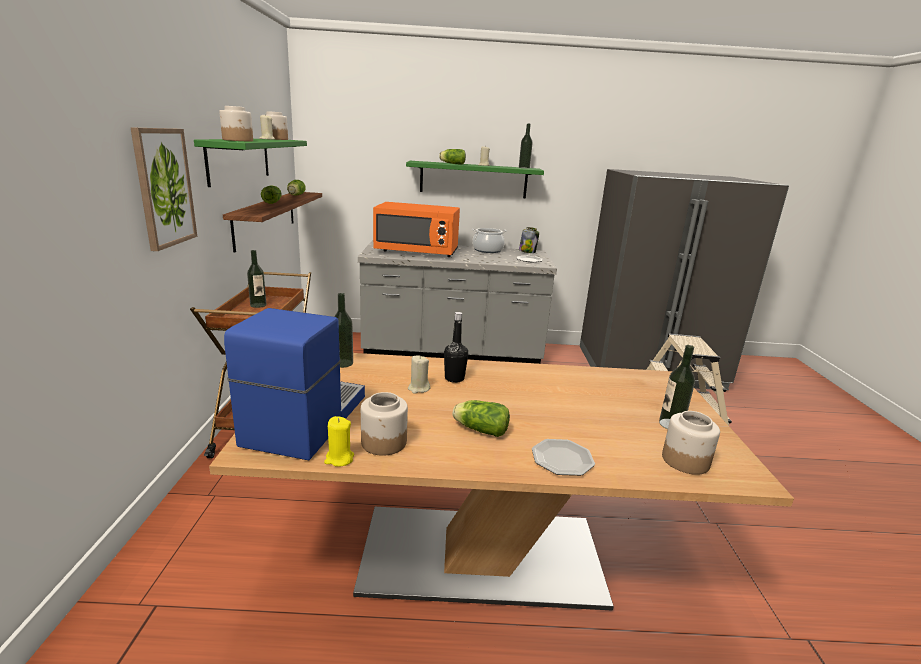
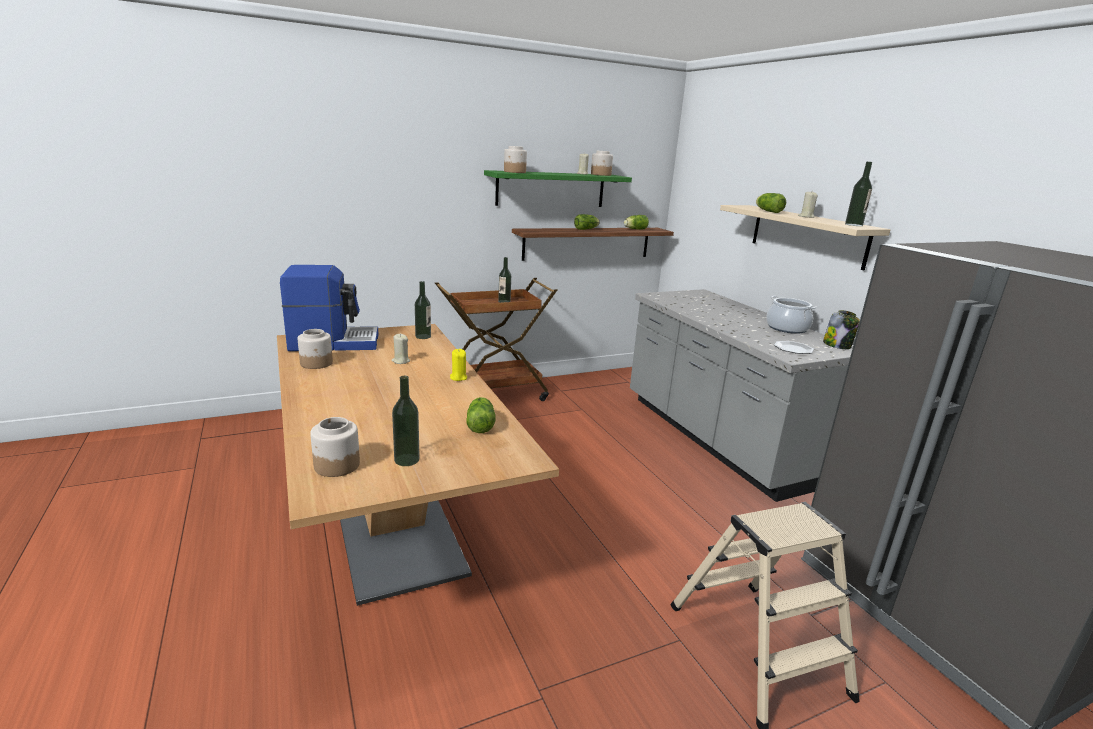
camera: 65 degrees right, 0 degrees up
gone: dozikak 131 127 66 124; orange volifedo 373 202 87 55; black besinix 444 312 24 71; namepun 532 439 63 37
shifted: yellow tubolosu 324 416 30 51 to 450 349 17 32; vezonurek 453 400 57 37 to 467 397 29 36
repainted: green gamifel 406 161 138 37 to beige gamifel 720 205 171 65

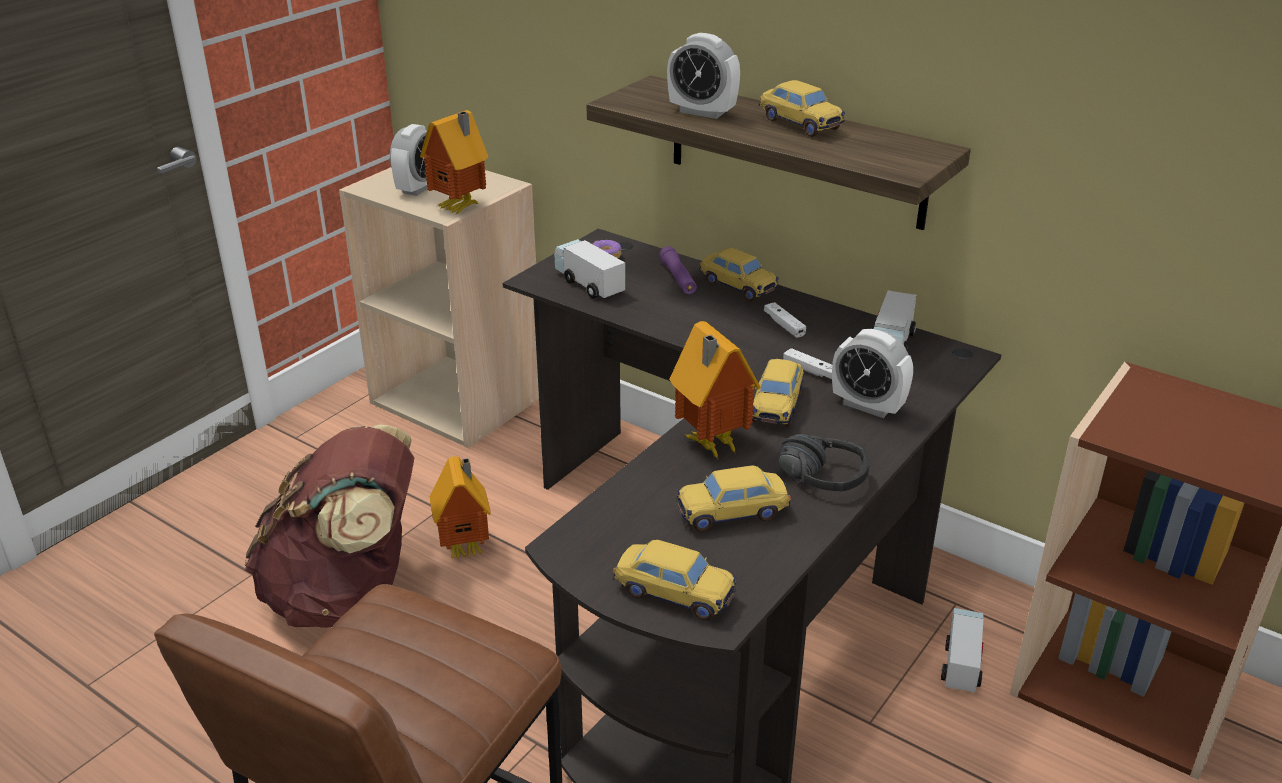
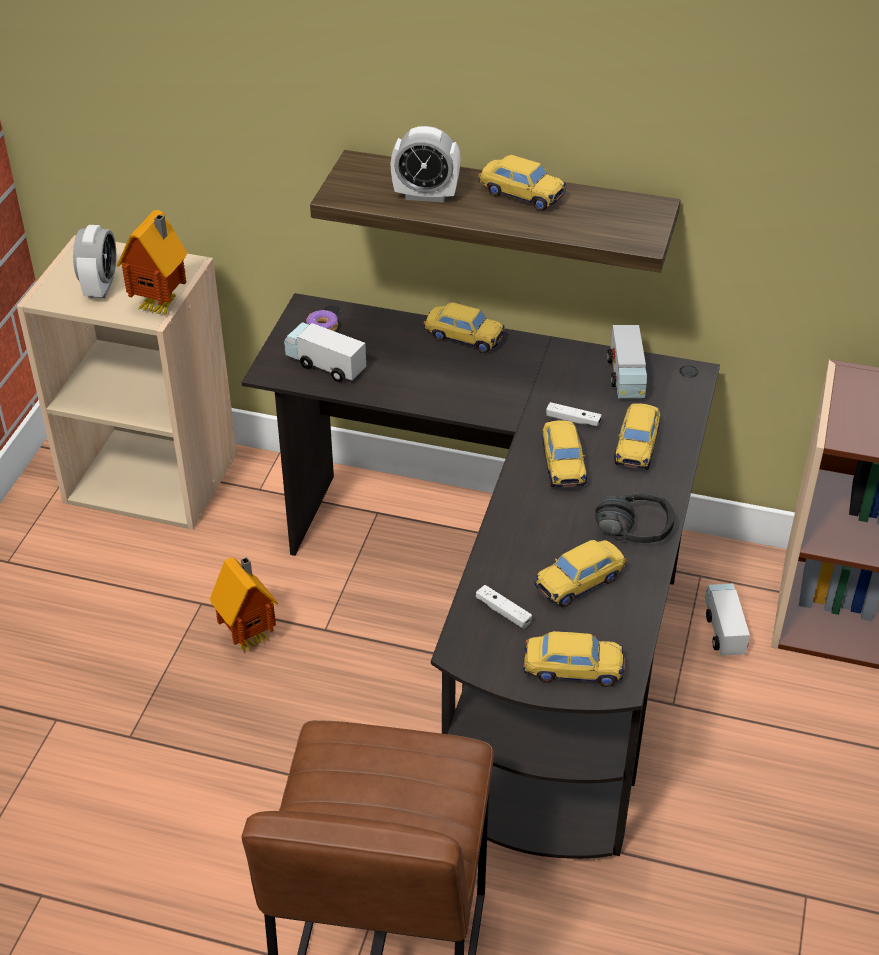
camera: 20 degrees left, 10 degrees up
gone: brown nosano 245 425 169 203; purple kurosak 659 246 38 48; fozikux 669 321 92 138
shifted: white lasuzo 764 302 42 36 to 476 585 56 44
swapped: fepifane 832 329 81 89 to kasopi 614 403 46 67

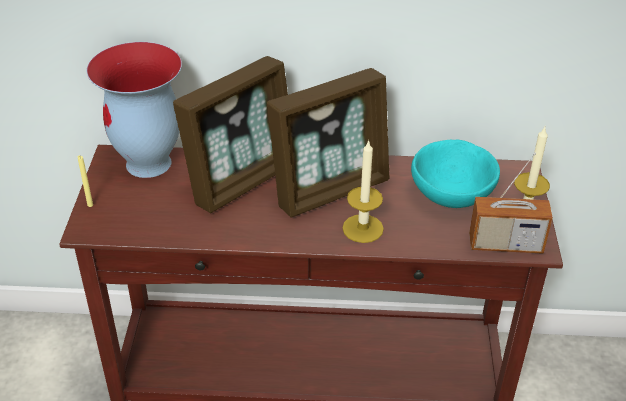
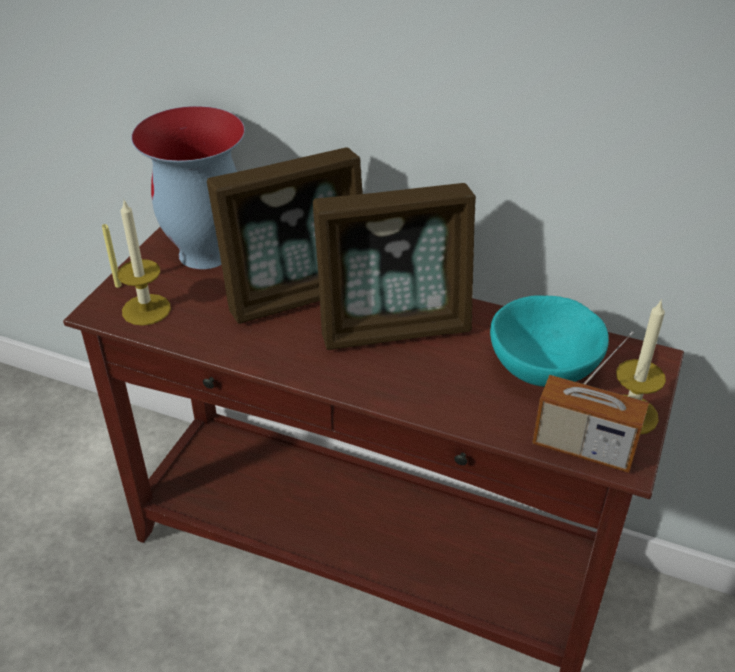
camera: 20 degrees right, 0 degrees up
shifted: tubolosu 342 140 42 103 to 117 200 54 126

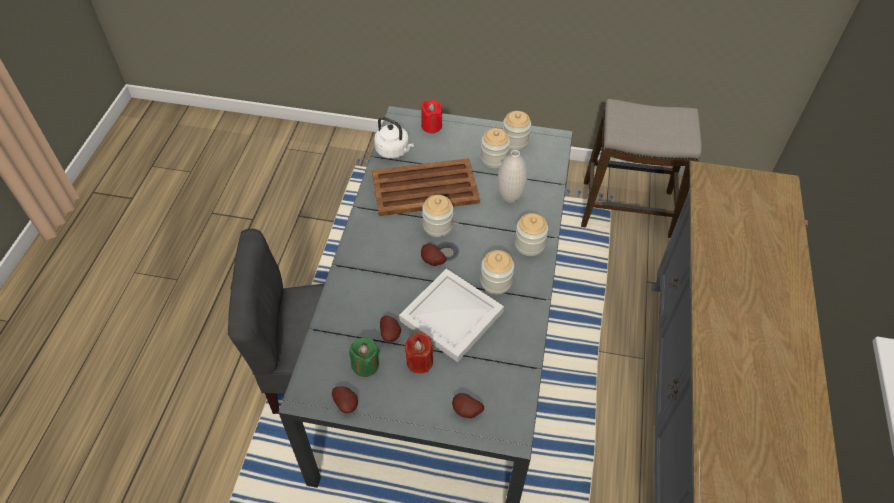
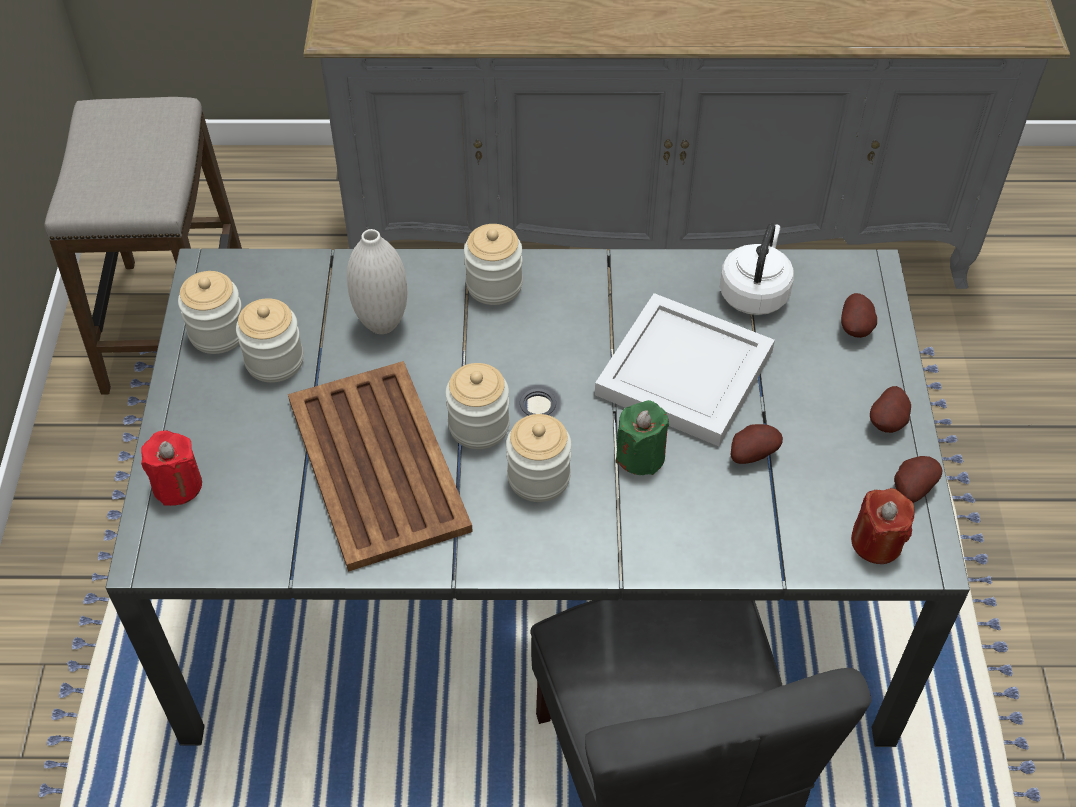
camera: 100 degrees left, 0 degrees up
shifted: green tubolosu 349 337 31 40 to 616 400 53 75; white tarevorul 374 117 40 42 to 720 223 74 92; red tubolosu 405 332 28 42 to 851 488 64 76; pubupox 421 244 25 22 to 870 386 41 47; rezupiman 480 250 34 44 to 506 414 66 88

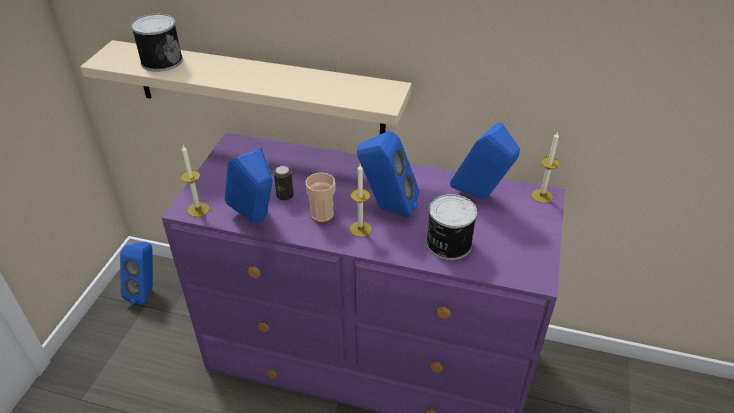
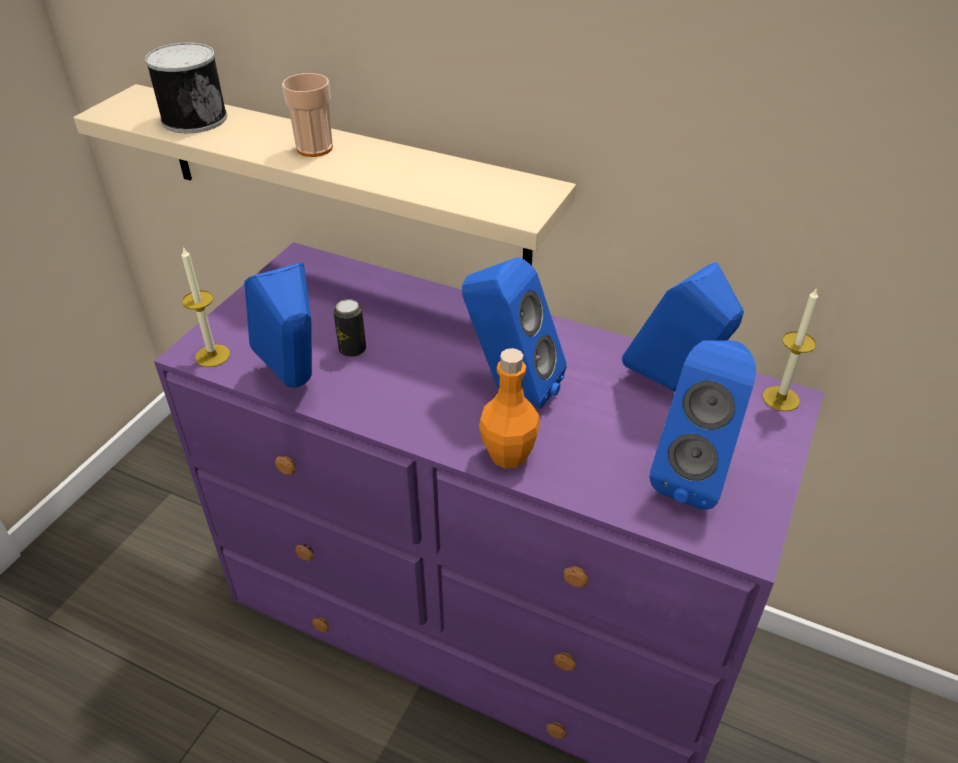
camera: 10 degrees right, 0 degrees up
gone: tubolosu 350 164 22 73; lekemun 426 194 51 66
new: orange besinix 479 348 61 120
shifted: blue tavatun 120 242 33 64 to 649 340 107 170; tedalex 306 173 29 50 to 282 73 51 84

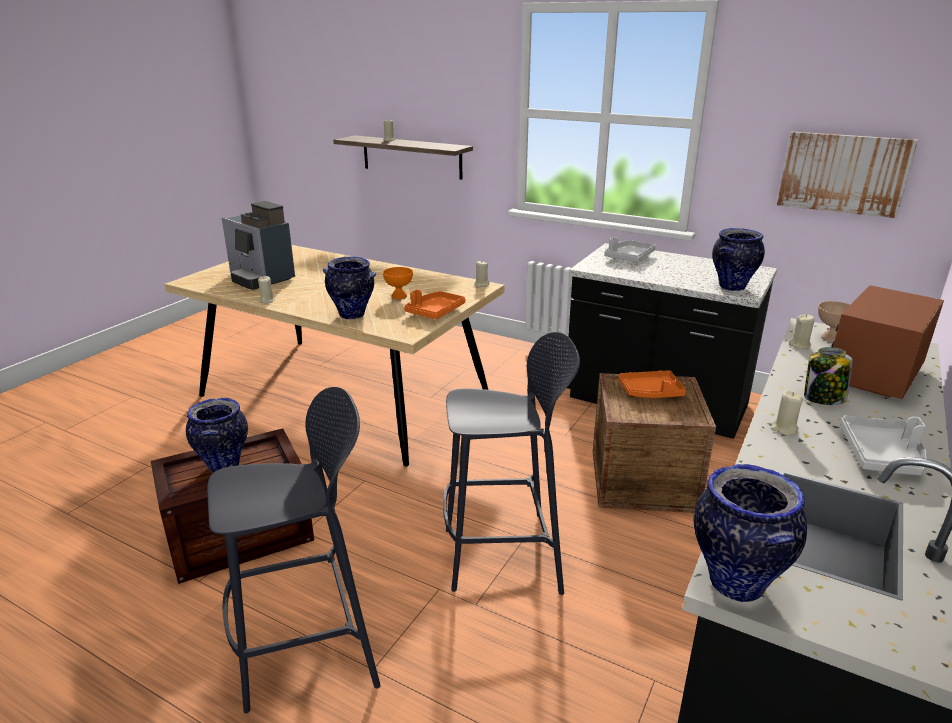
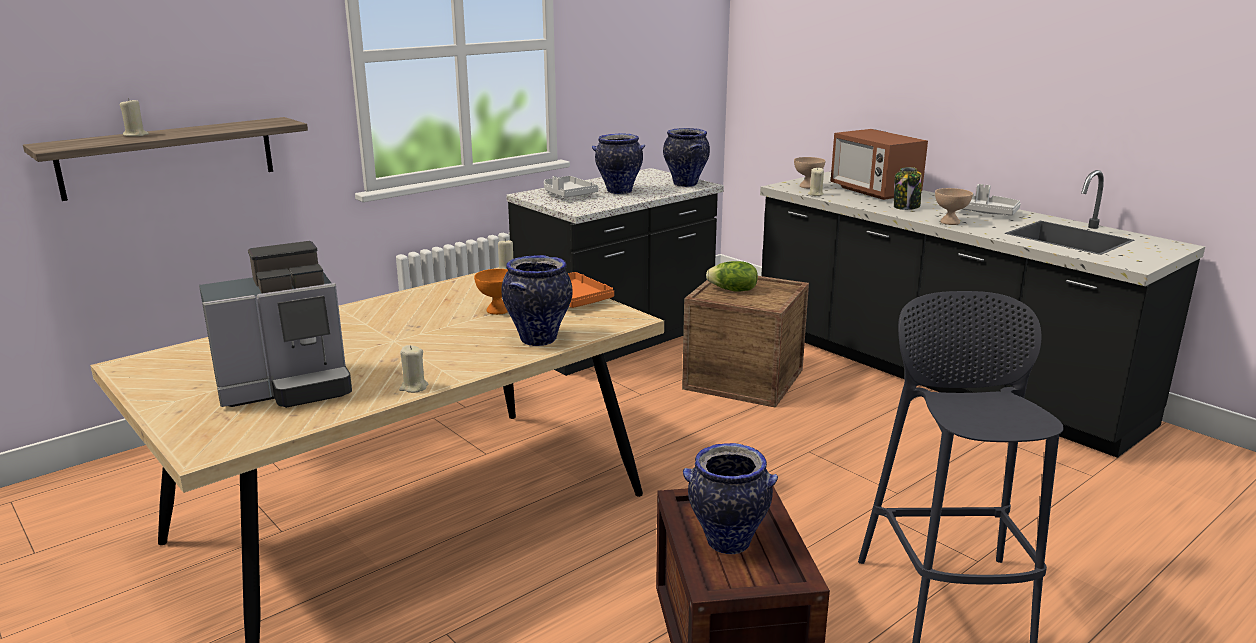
camera: 70 degrees left, 5 degrees down
gone: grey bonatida 443 332 137 263; dozikak 777 132 141 86
shifted: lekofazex 694 464 113 138 to 592 133 53 61
swapped: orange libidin 619 370 67 28 to vezonurek 706 261 52 31; beige tubolosu 771 390 33 46 to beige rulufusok 935 188 38 37

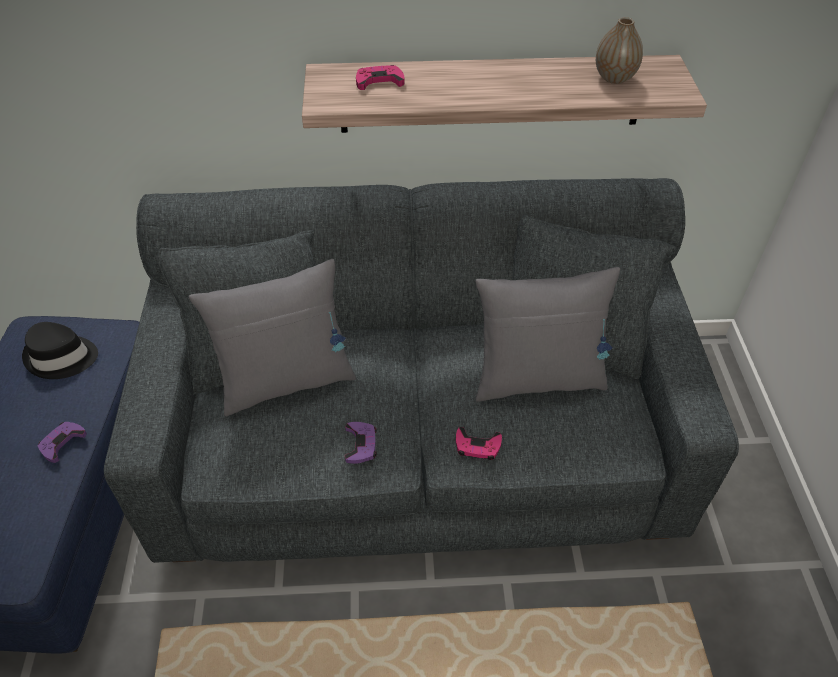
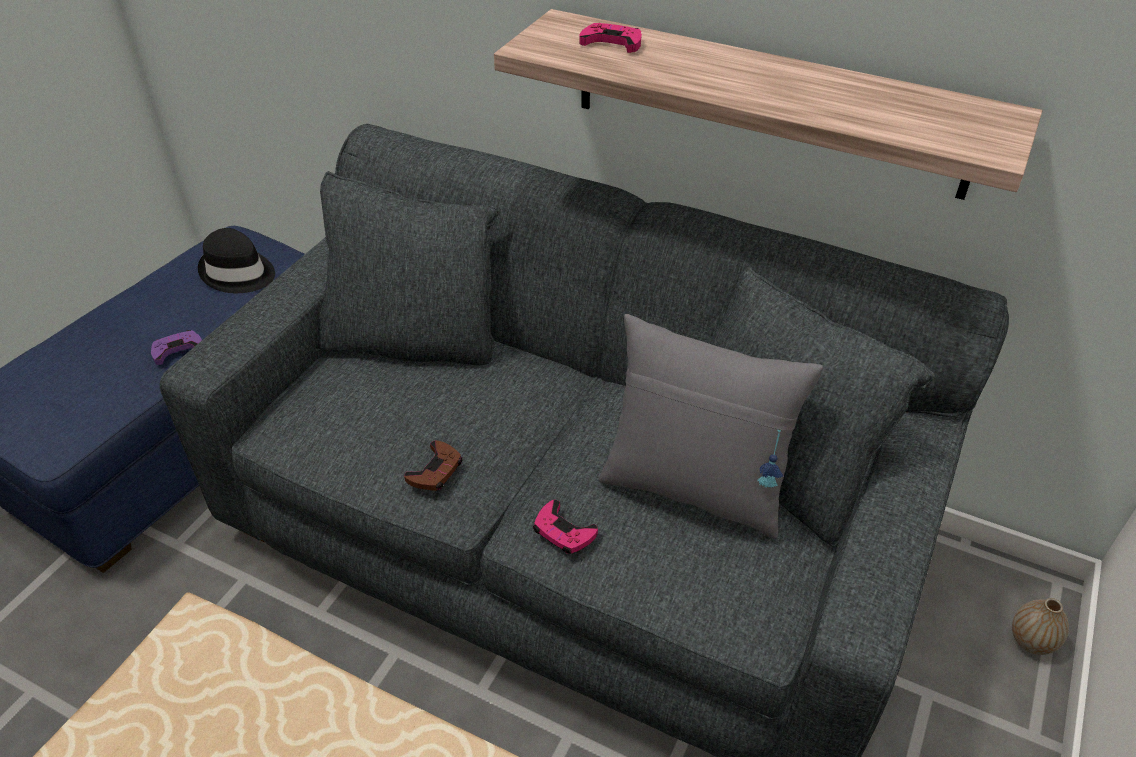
camera: 30 degrees right, 5 degrees down
gone: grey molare 189 259 167 157
shifted: lekofazex 596 17 47 67 to 1012 598 57 57
repainted: purple lasuzo 345 422 32 42 to brown lasuzo 404 440 58 51

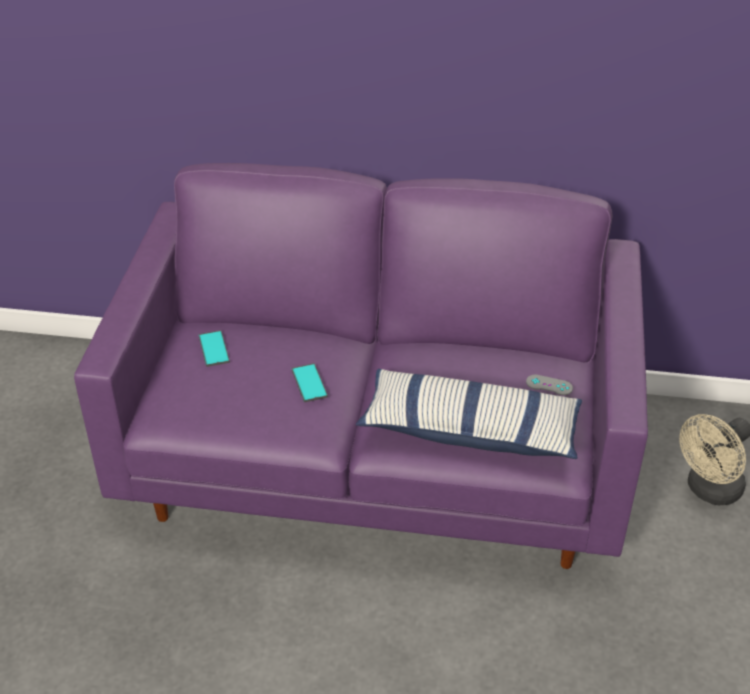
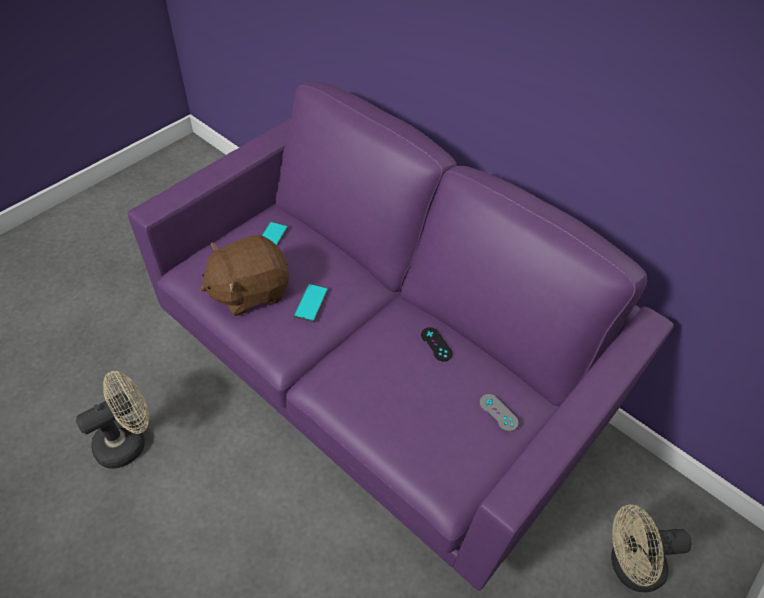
camera: 30 degrees right, 10 degrees up
gone: molare 356 369 226 90
new: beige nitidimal 76 371 73 98; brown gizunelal 200 235 90 81; black lasuzo 421 327 32 35

